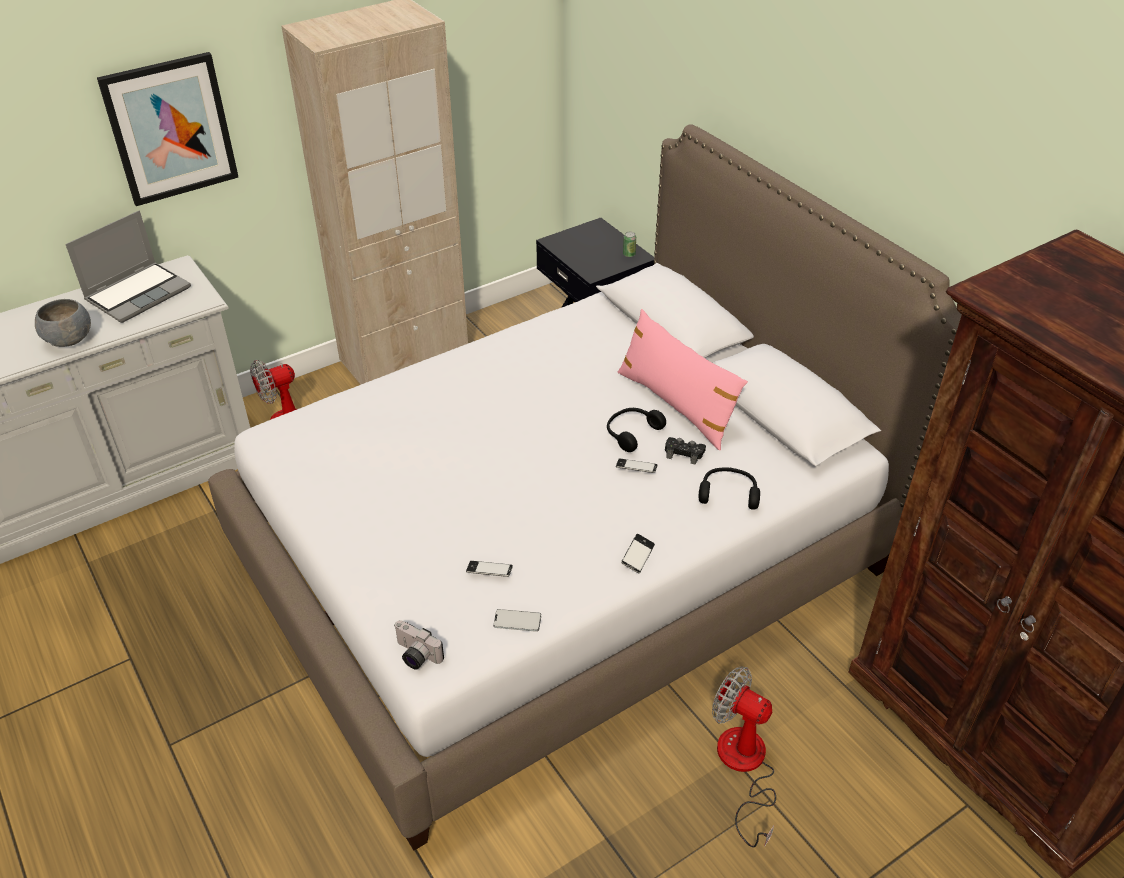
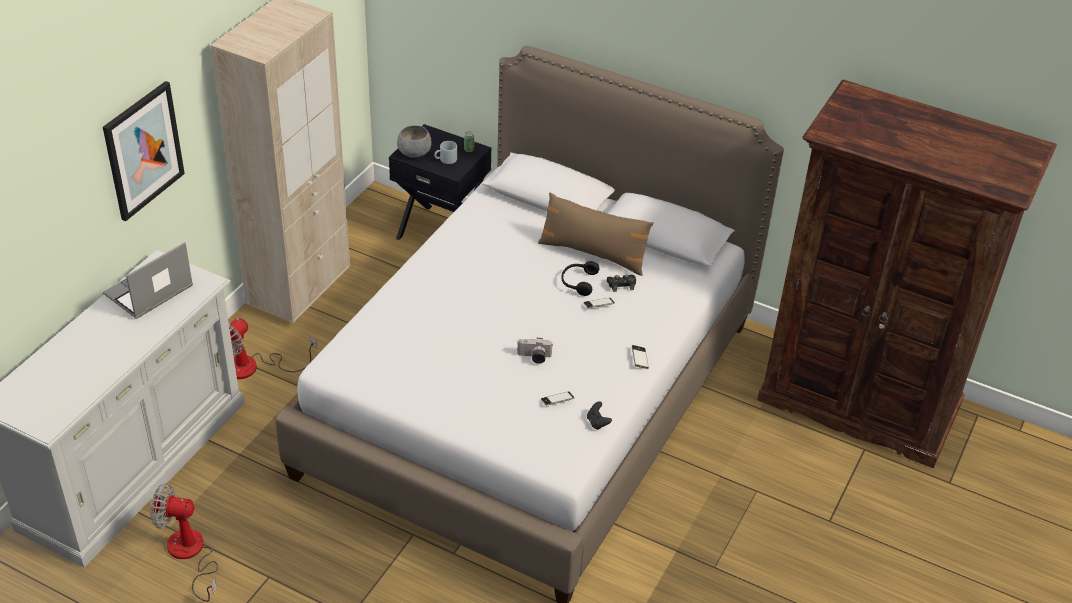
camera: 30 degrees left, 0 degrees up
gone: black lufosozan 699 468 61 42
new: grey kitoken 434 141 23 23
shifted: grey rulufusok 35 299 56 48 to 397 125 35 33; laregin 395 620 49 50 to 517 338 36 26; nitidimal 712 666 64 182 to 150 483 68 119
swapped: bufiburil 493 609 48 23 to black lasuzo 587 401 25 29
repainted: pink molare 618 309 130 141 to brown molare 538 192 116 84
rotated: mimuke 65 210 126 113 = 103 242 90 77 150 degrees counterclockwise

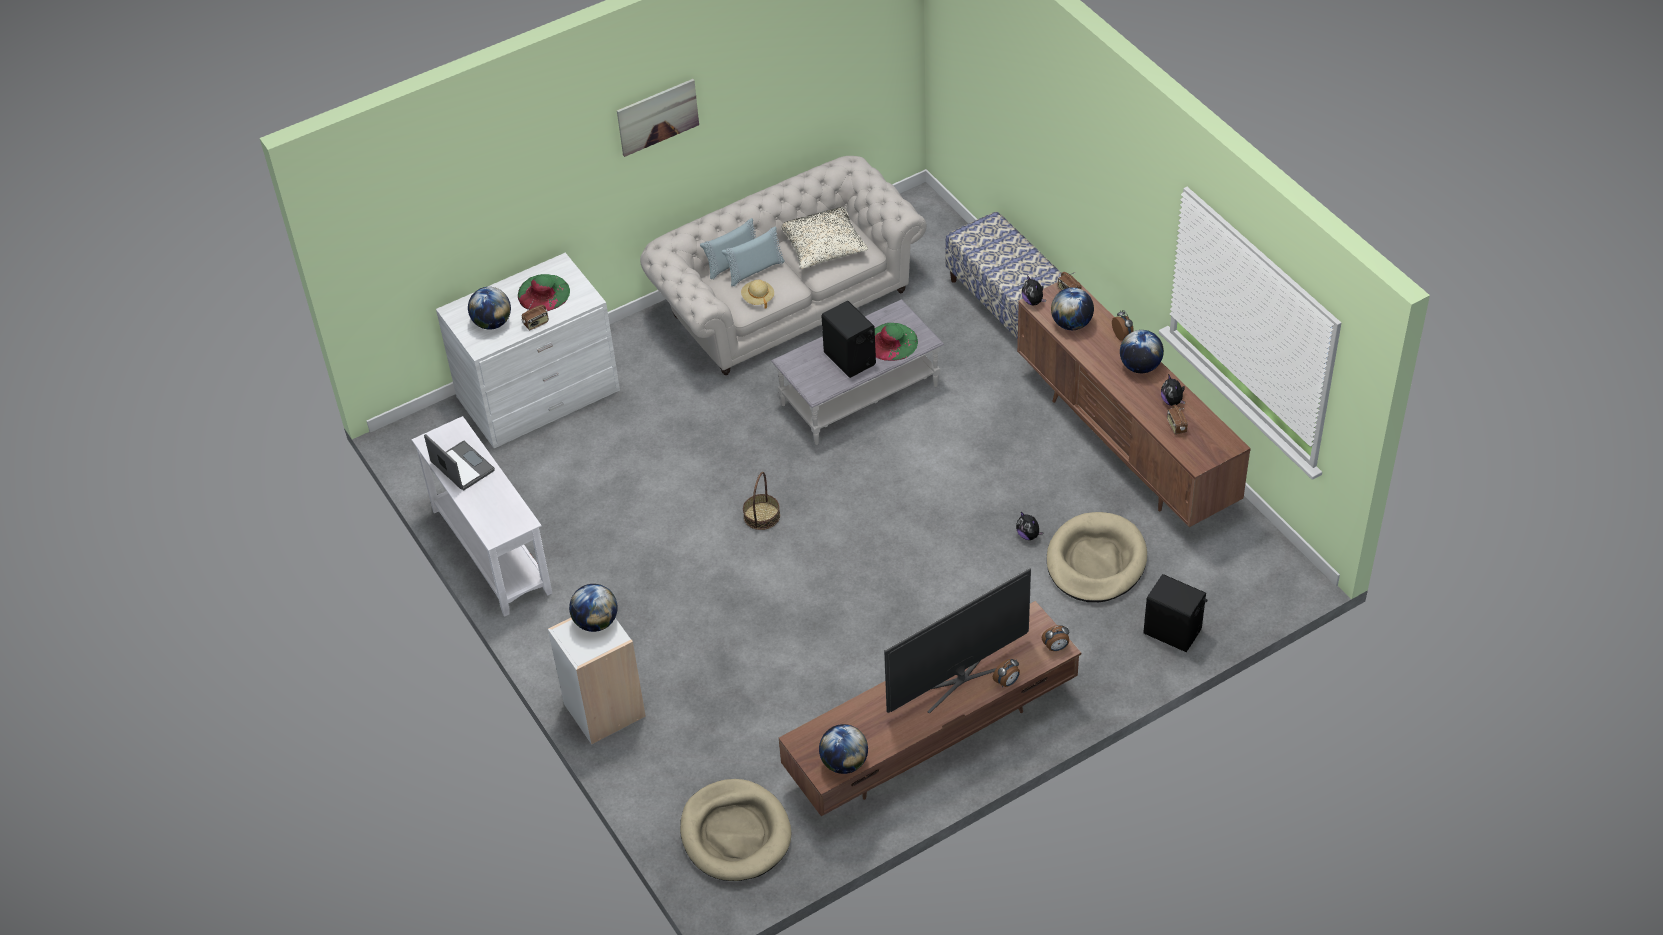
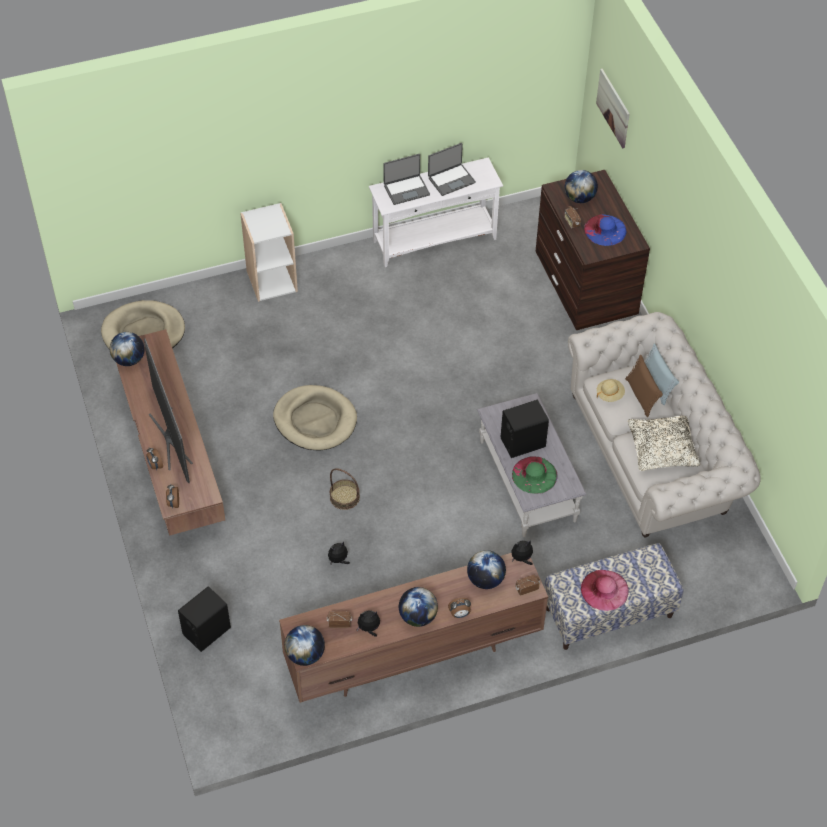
camera: 100 degrees right, 5 degrees up
new: mimuke 383 154 47 51; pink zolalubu 581 570 48 41
shifted: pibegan 569 584 49 48 to 284 625 41 41; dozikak 617 79 82 78 to 596 69 34 79; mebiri 743 472 37 58 to 330 468 30 42; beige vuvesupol 1047 512 100 90 to 273 385 84 65
repainted: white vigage 436 253 184 195 to brown vigage 535 170 115 160; green zolalubu 518 274 52 37 to blue zolalubu 584 214 43 32; blue molare 722 227 63 59 to brown molare 625 355 38 62

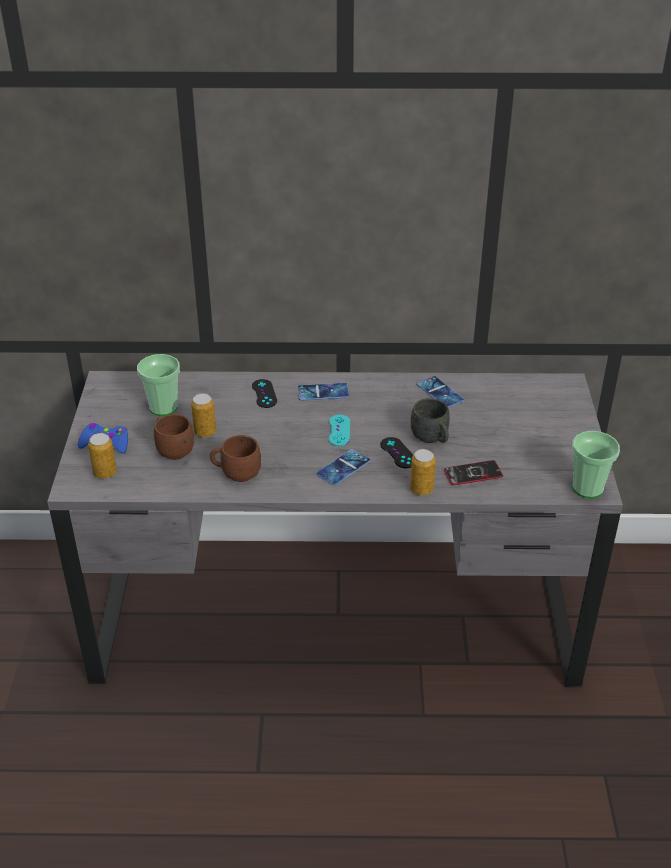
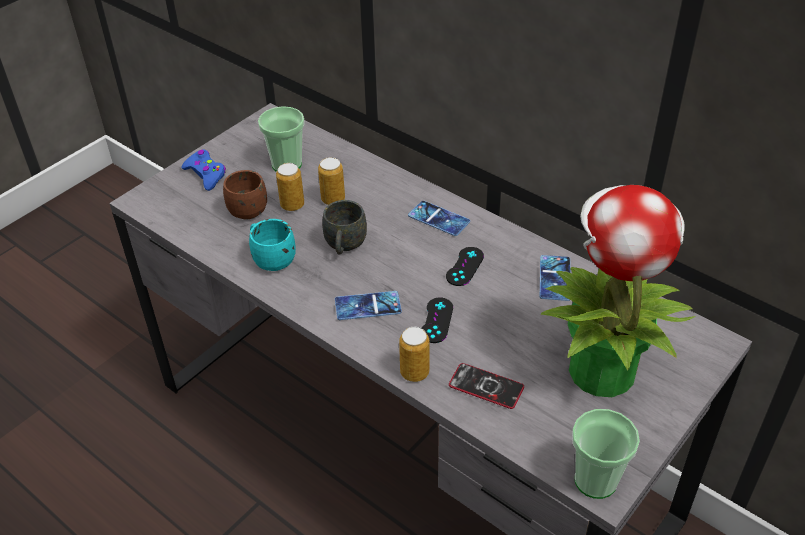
camera: 40 degrees right, 5 degrees up
gone: turquoise lasuzo 328 415 22 31
new: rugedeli 540 185 156 212
shifted: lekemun 88 433 29 46 to 318 157 27 48; black lasuzo 252 379 25 29 to 446 247 38 39; grey kitoken 411 398 39 45 to 322 200 45 55
repainted: brown kitoken 210 435 51 47 to turquoise kitoken 249 219 47 52

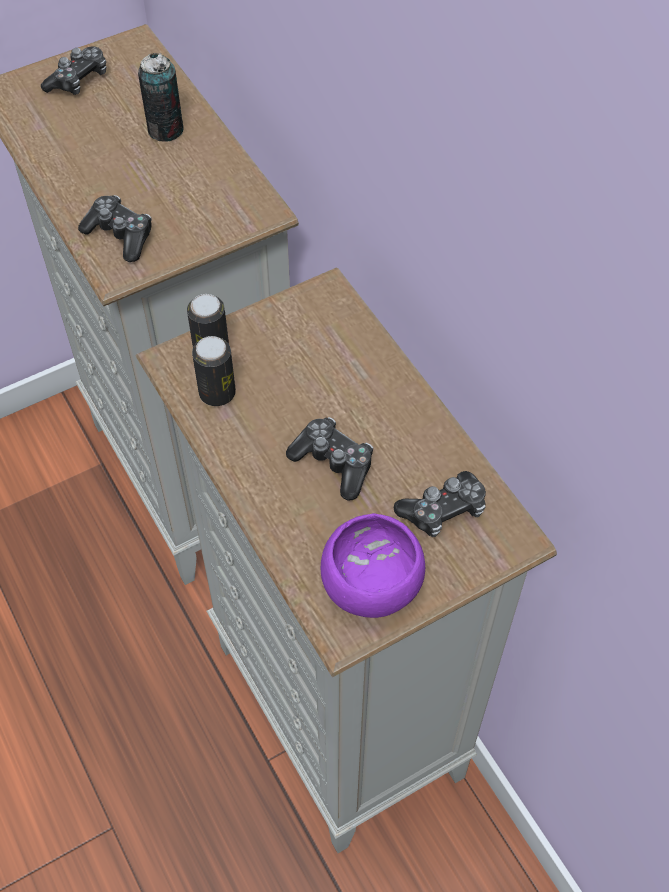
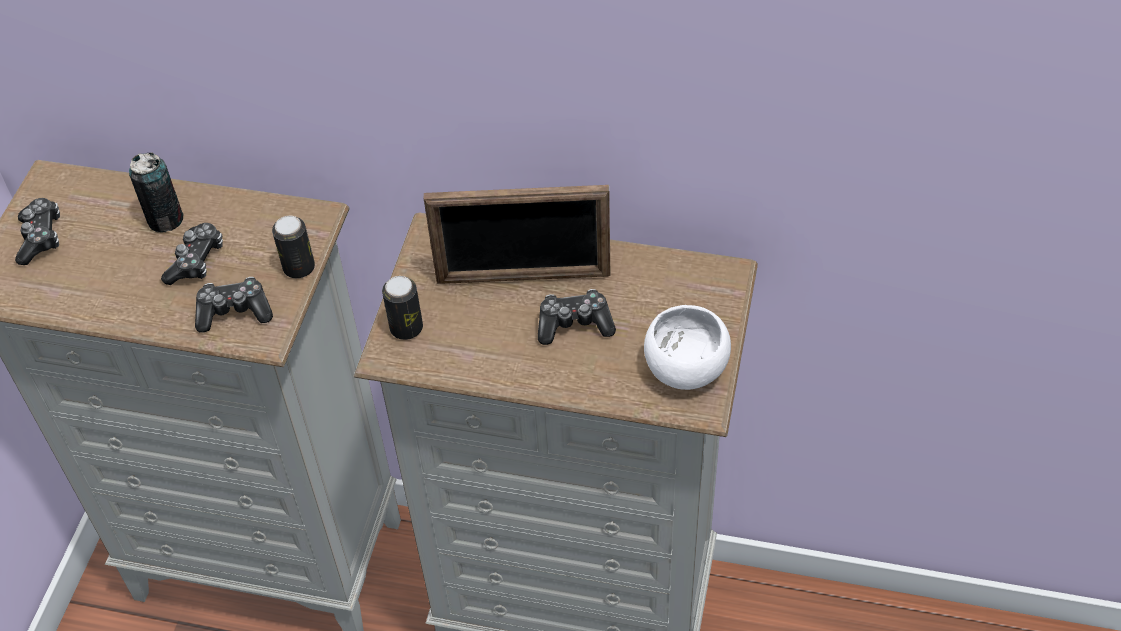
camera: 45 degrees left, 5 degrees down
new: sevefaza 424 185 187 99
shifted: lekemun 192 336 44 70 to 272 215 43 63; lasuzo 394 471 92 66 to 161 223 62 62
repainted: purple rulufusok 321 513 104 105 to white rulufusok 644 305 87 85

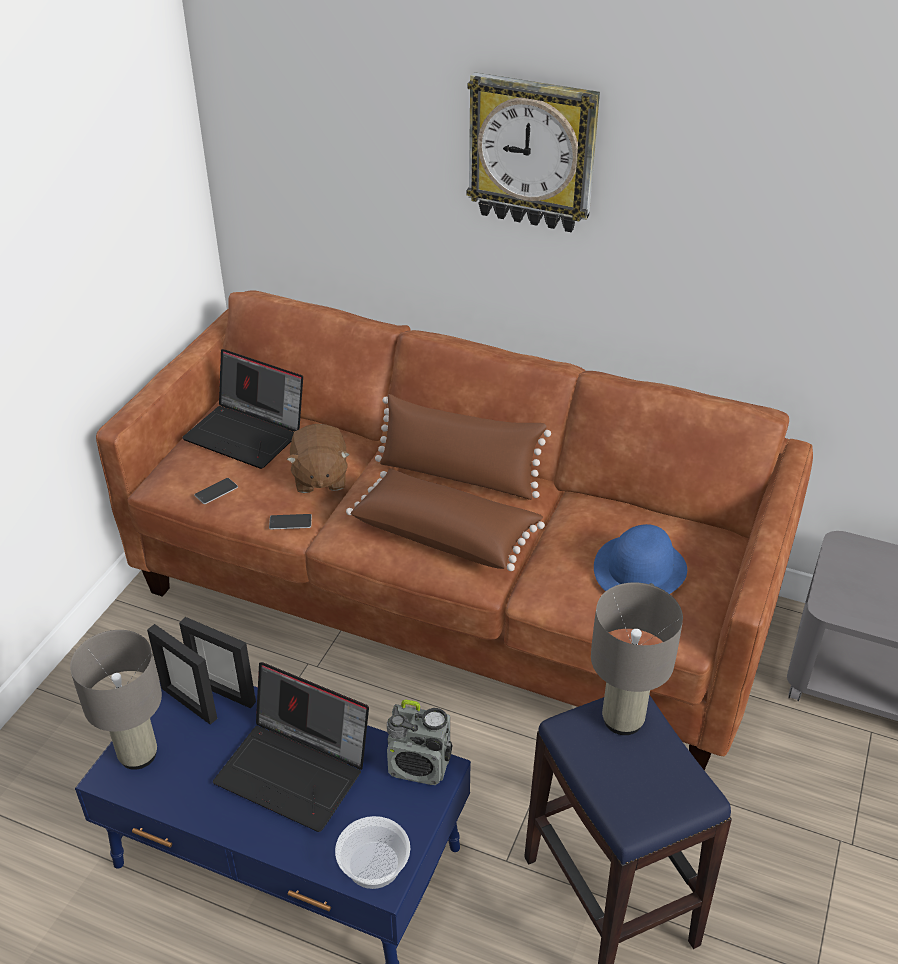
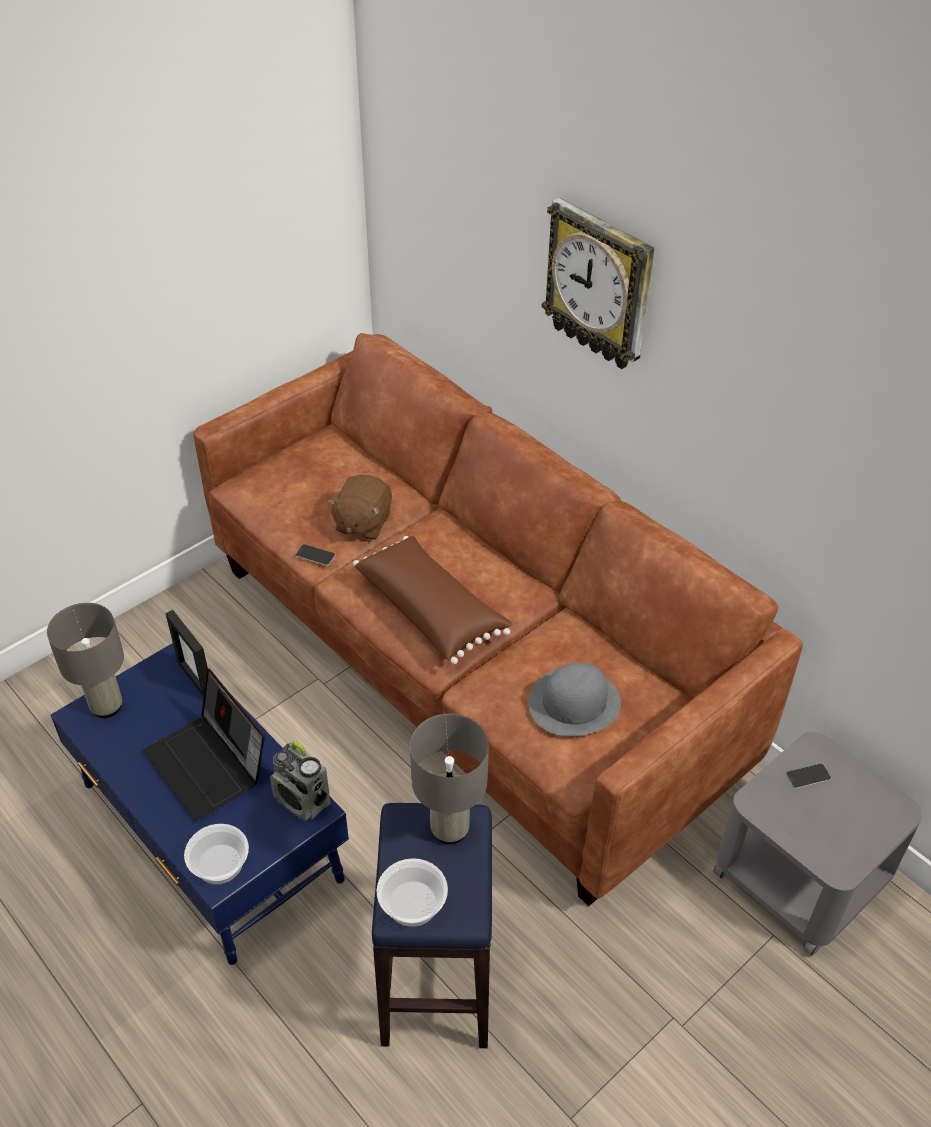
camera: 25 degrees right, 5 degrees up
gone: sevefaza 147 624 70 101; mimuke 182 349 121 120; brown molare 375 394 176 106
new: rulufusok 377 858 71 69
shifted: bufiburil 194 478 44 26 to 785 763 47 26
repainted: blue zolalubu 594 524 93 70 to grey zolalubu 528 663 93 73

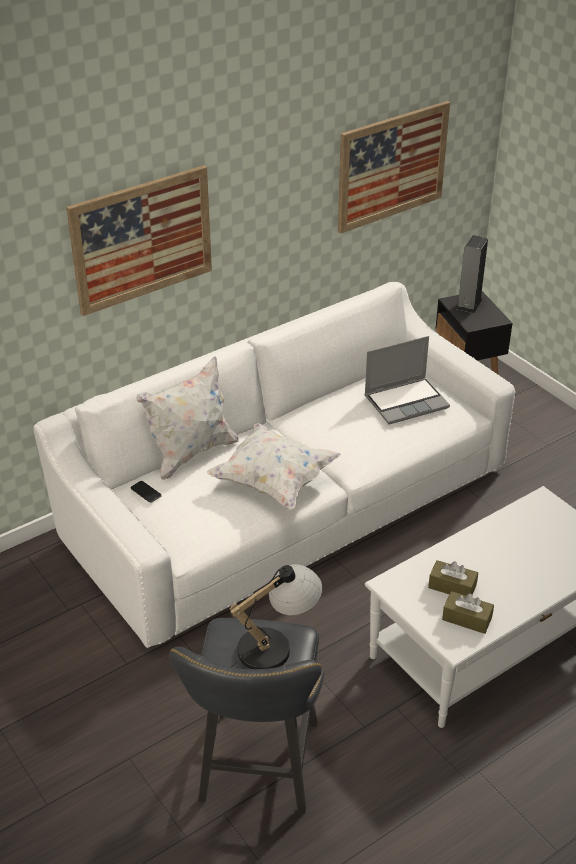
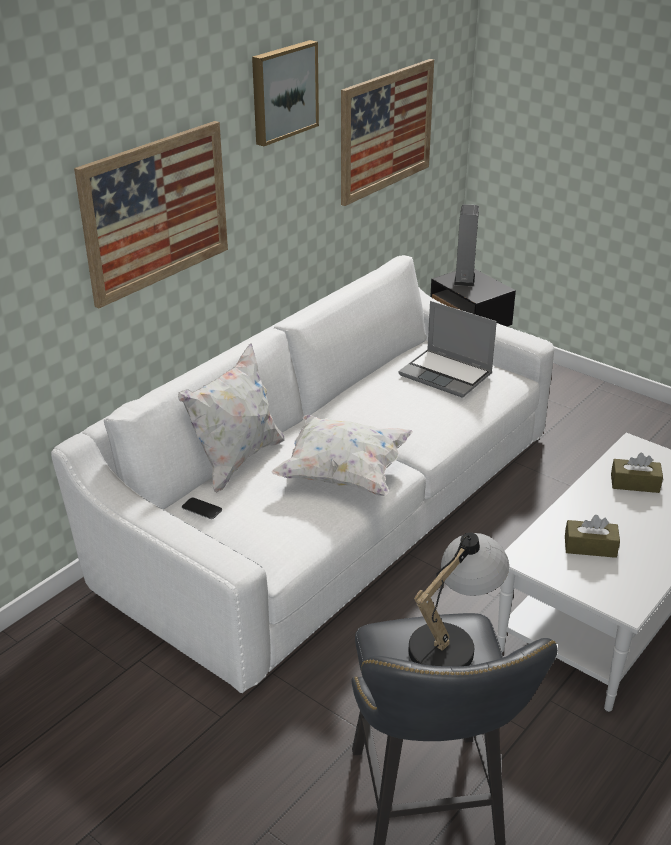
camera: 15 degrees left, 5 degrees down
new: dozikak 252 40 67 106
shifted: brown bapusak 442 591 52 43 to 611 452 52 41
rotated: mimuke 364 336 86 88 = 398 301 99 96 75 degrees clockwise

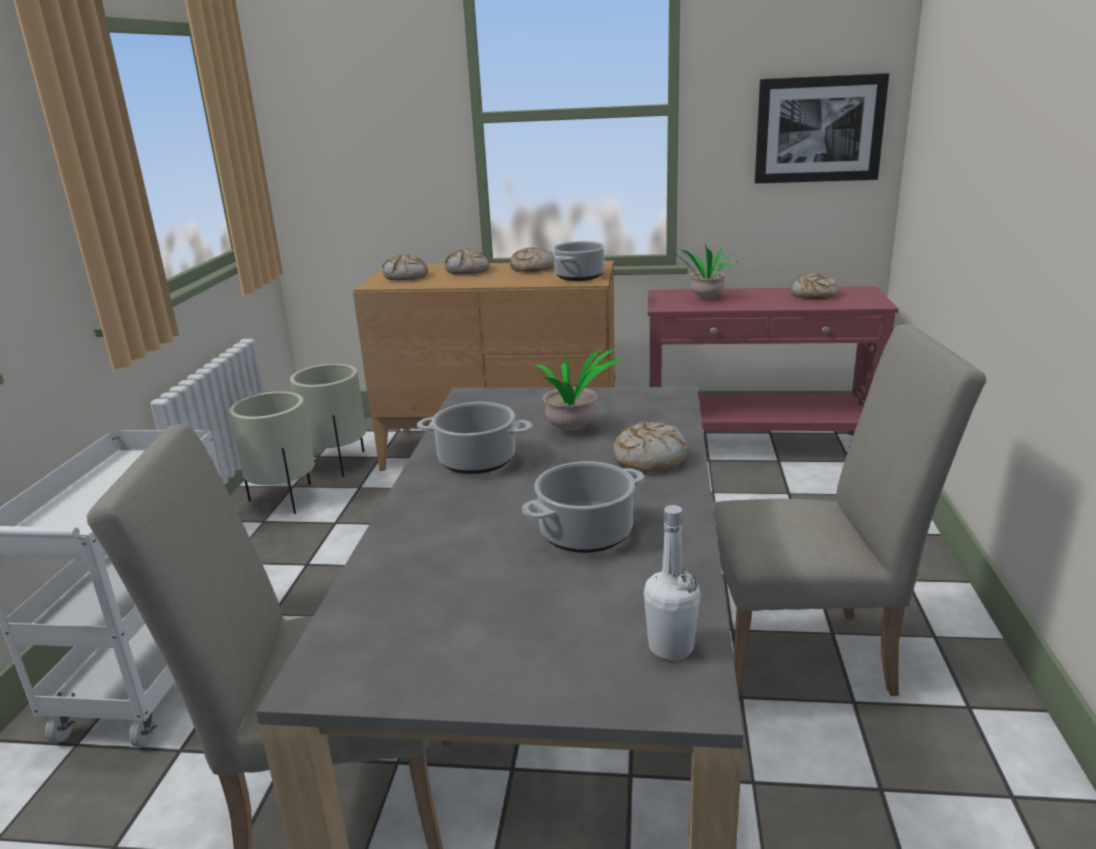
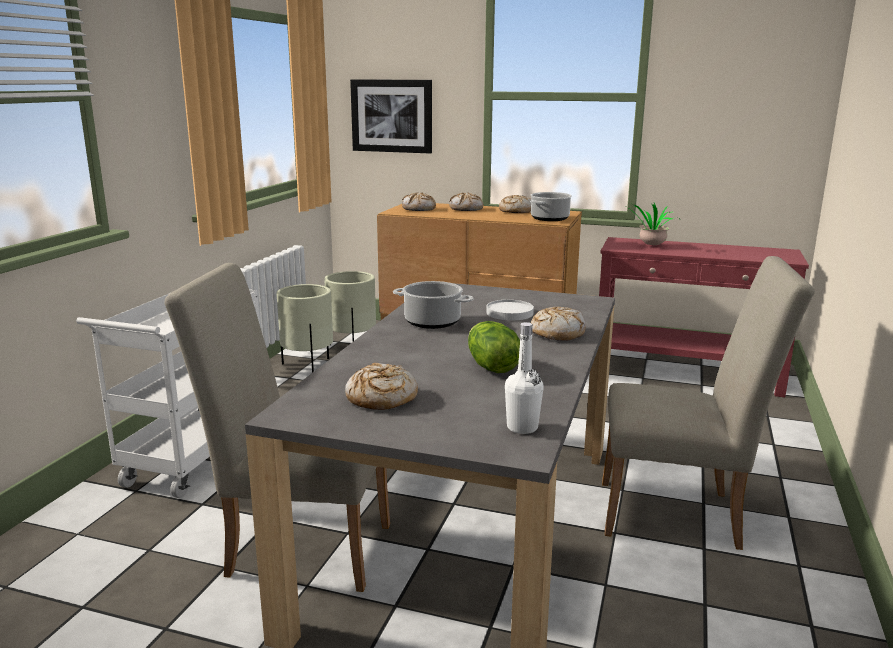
camera: 10 degrees right, 5 degrees down
shifted: dozikak 755 73 134 111 to 350 79 82 75; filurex 790 273 49 26 to 345 363 73 47
swapped: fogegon 522 461 122 92 to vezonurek 468 321 52 52; rugedeli 535 349 88 82 to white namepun 486 300 48 20

